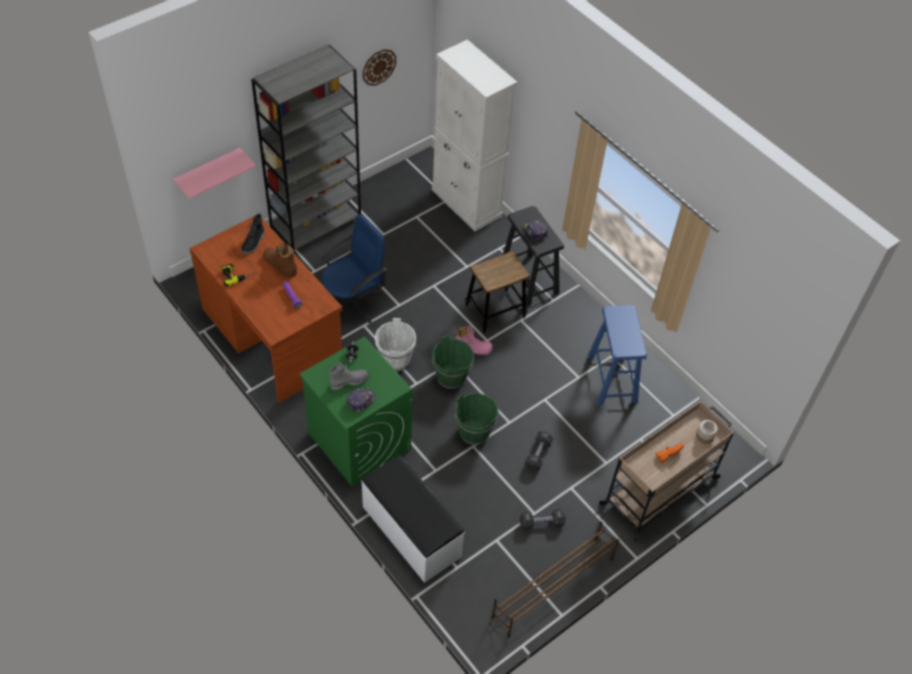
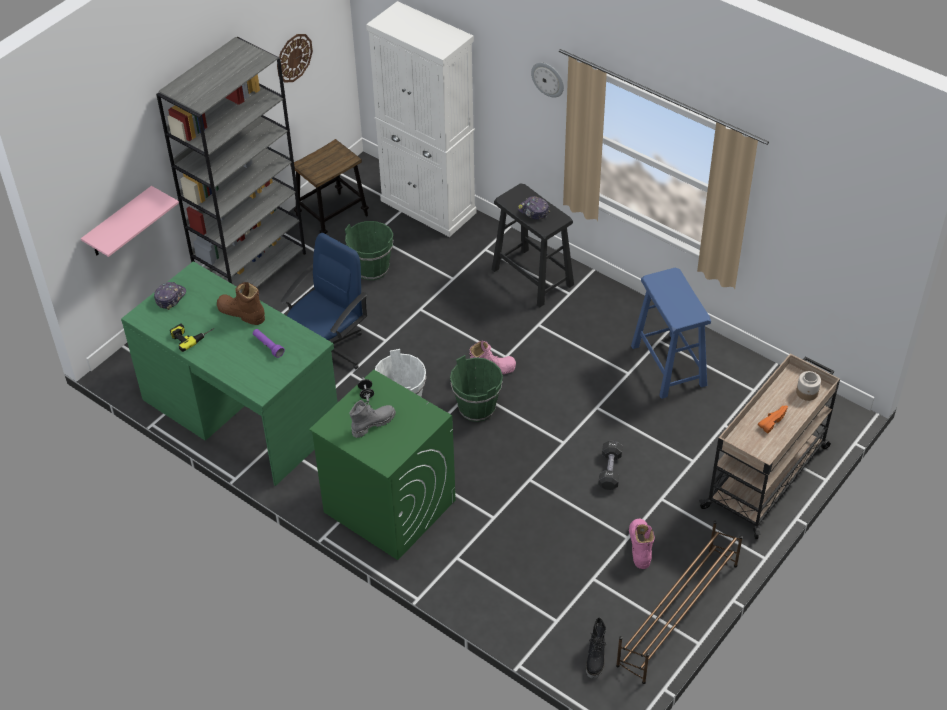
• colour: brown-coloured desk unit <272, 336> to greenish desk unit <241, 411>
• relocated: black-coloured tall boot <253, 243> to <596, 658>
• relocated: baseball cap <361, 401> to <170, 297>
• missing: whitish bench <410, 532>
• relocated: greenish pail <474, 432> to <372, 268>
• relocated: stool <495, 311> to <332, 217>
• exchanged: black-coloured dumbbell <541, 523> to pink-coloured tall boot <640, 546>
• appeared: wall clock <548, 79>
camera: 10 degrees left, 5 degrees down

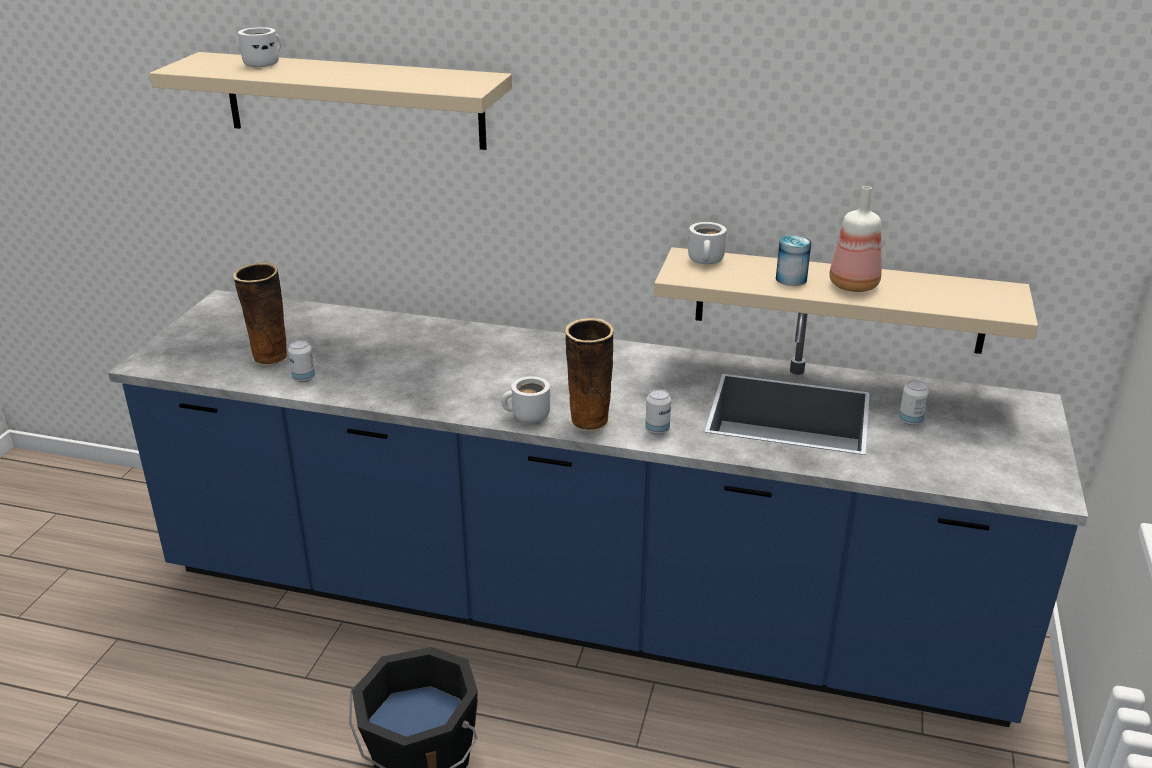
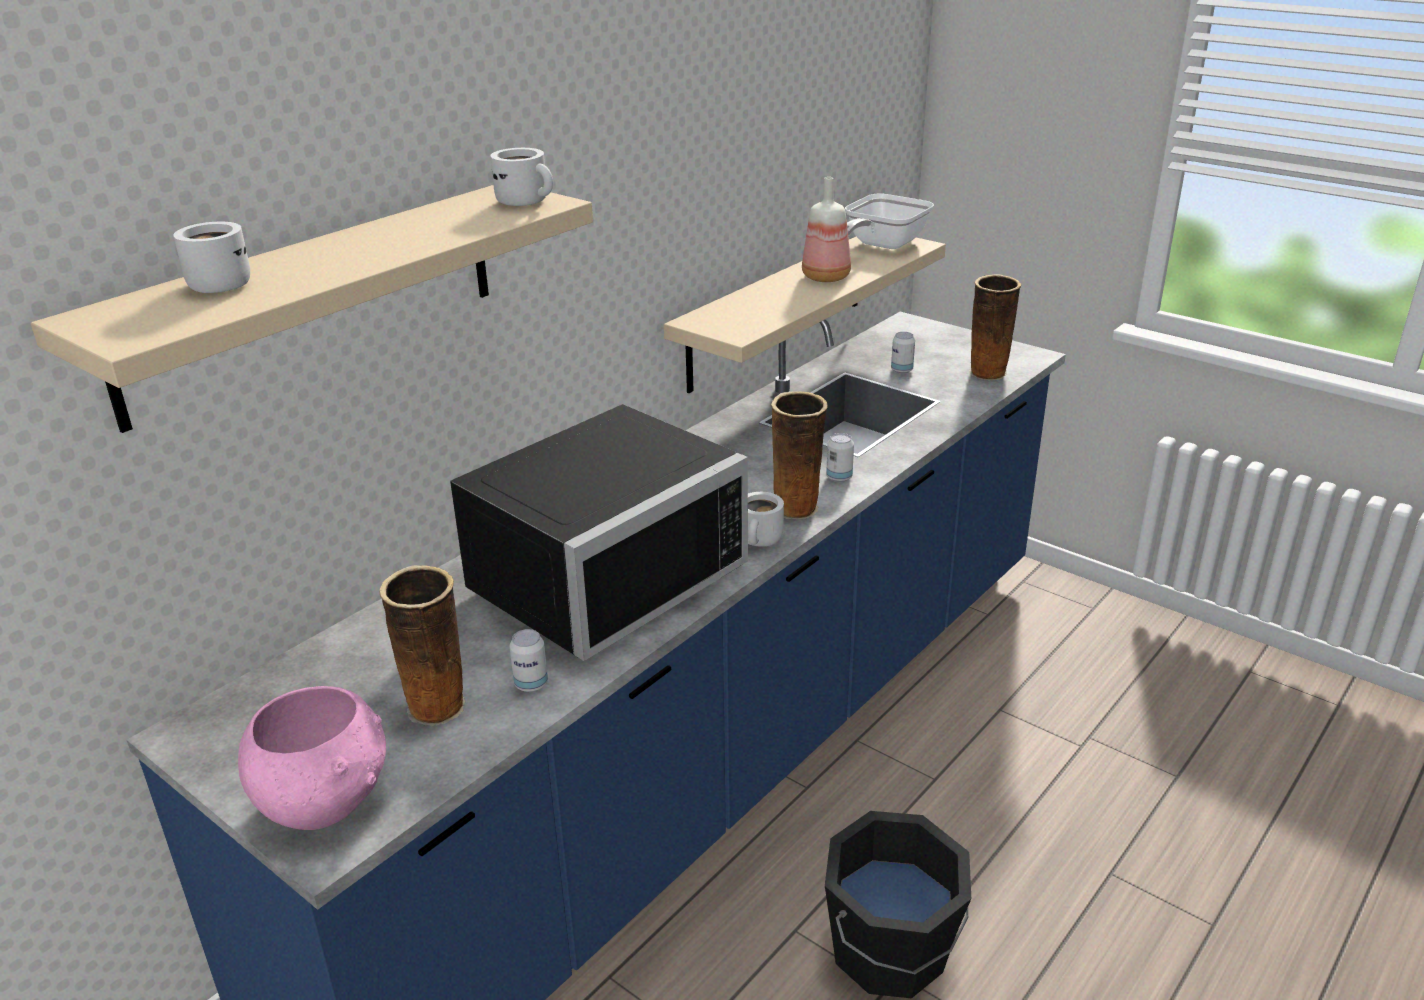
• relocated: whitish coffee mug <707, 261> to <527, 202>
• missing: metal can <791, 279>
• appeared: pink-coloured serving bowl <325, 802>
• appeared: black-coloured microwave oven <596, 573>
• appeared: pan <881, 245>
• appeared: vase <988, 373>
camera: 65 degrees left, 0 degrees up

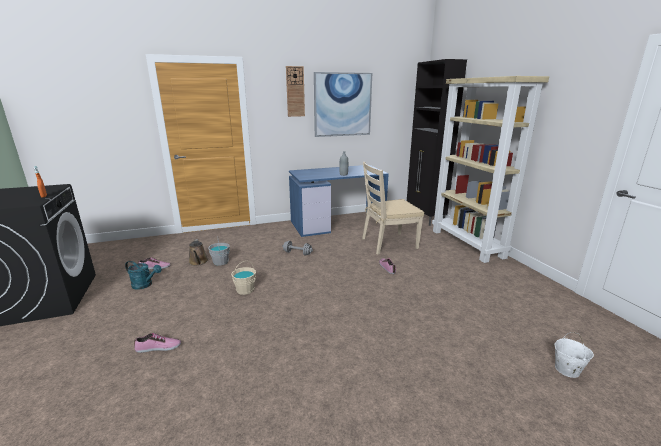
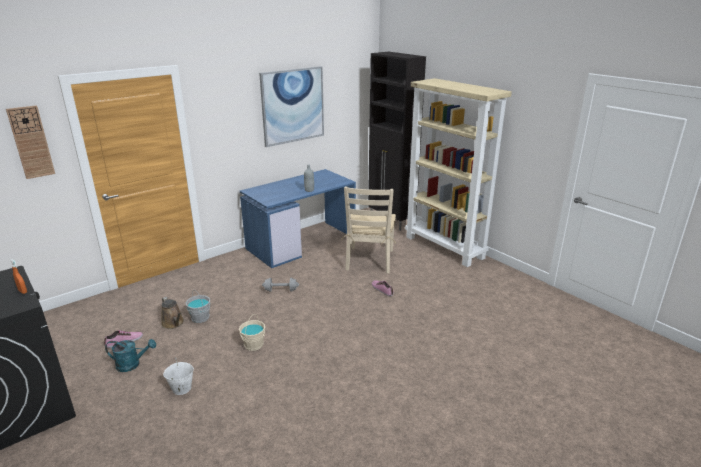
• missing: shoe <158, 348>
• relocated: wall clock <295, 91> to <31, 142>
• spun: sand-coloured chair <388, 243> = <369, 260> 45 degrees counterclockwise
• relocated: whitish pail <566, 370> to <181, 388>
camera: 20 degrees left, 5 degrees up

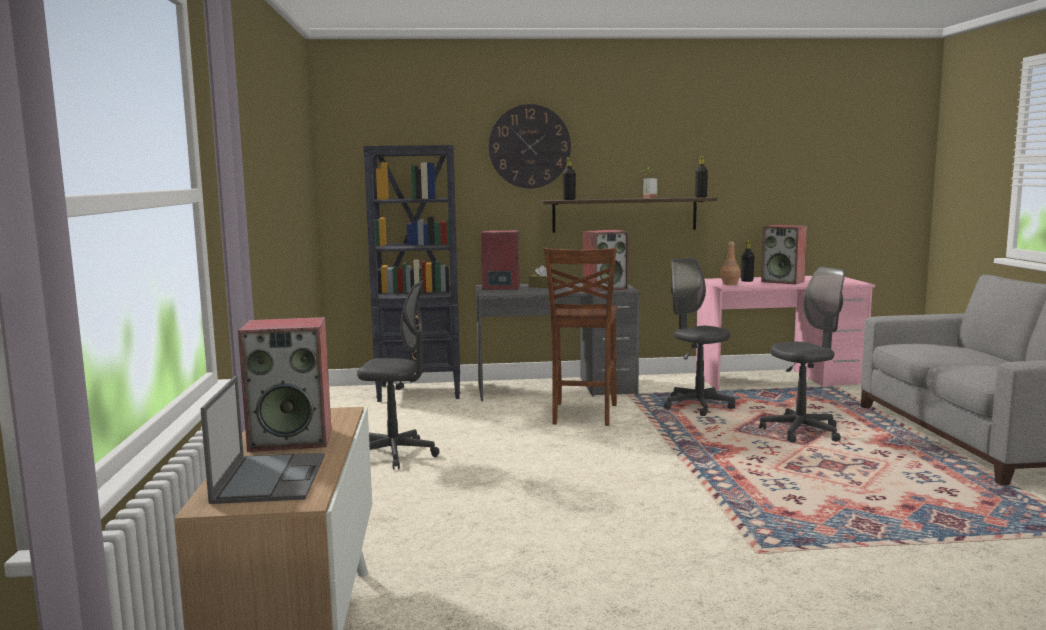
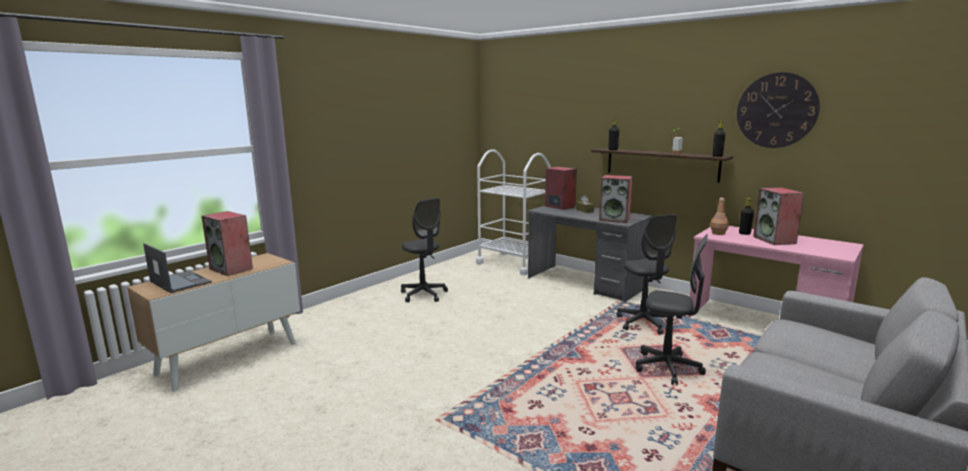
• spun: portable computer <270, 478> = <180, 282> 90 degrees counterclockwise
• exchanged: black-coloured bookshelf <420, 392> to whitish trolley <513, 263>
• relocated: wall clock <529, 146> to <776, 110>
• missing: brown-coloured chair <582, 415>
• spun: gray desk chair <697, 406> = <643, 323> 150 degrees clockwise
camera: 45 degrees right, 5 degrees up

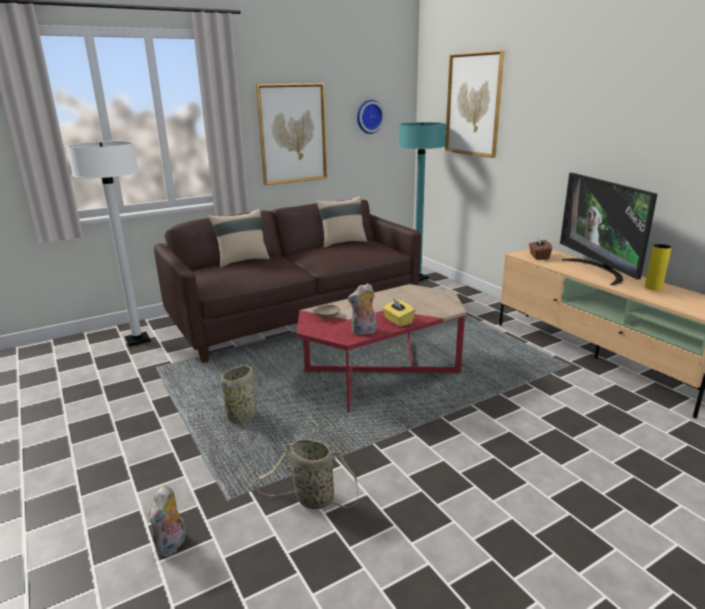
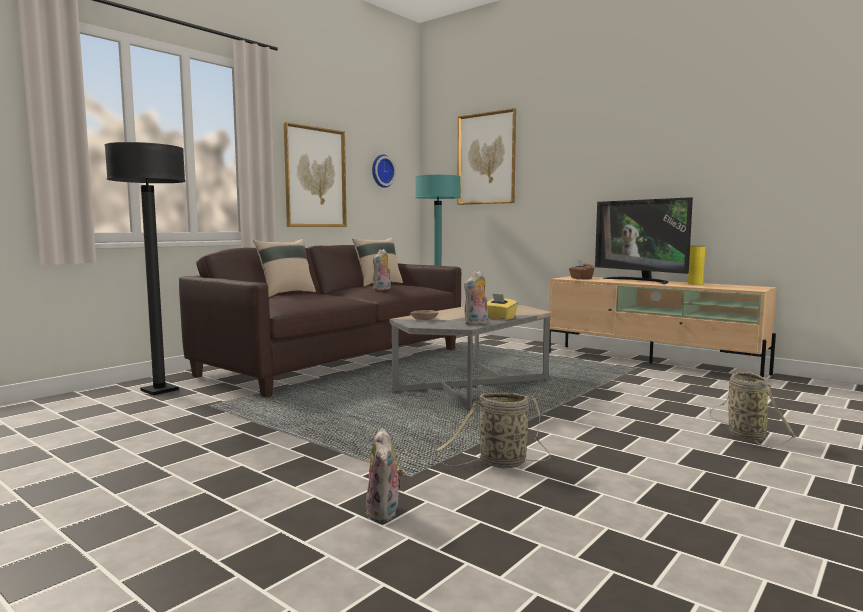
• colour: whitish floor lamp <137, 340> to black-coloured floor lamp <159, 390>
• relocated: basket <243, 415> to <744, 435>
• colour: red-coloured coffee table <381, 372> to gray coffee table <472, 386>
• appeared: soft toy <382, 289>
camera: 20 degrees left, 15 degrees down

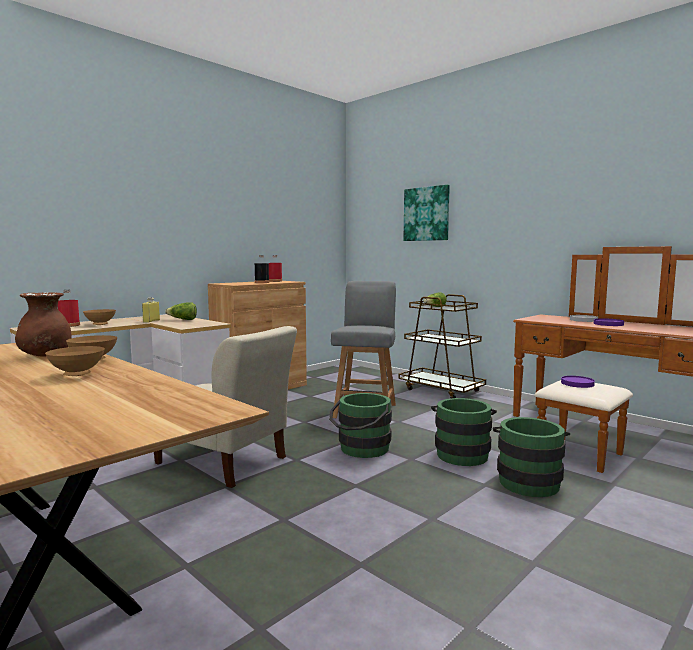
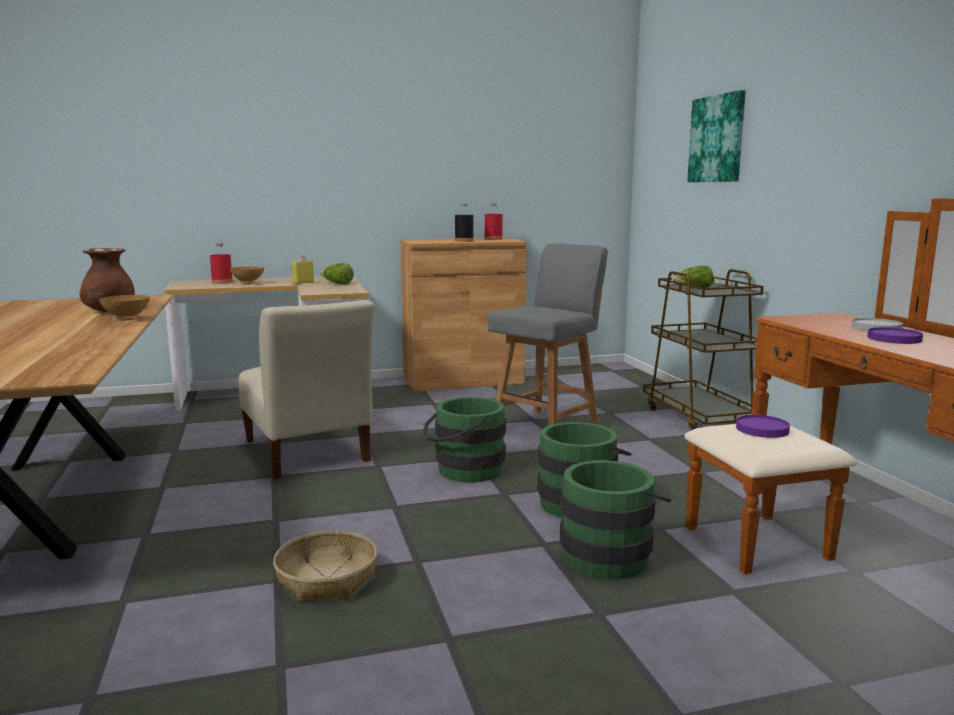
• missing: brown-coloured serving bowl <76, 375>
• appeared: basket <326, 579>
camera: 30 degrees right, 5 degrees up

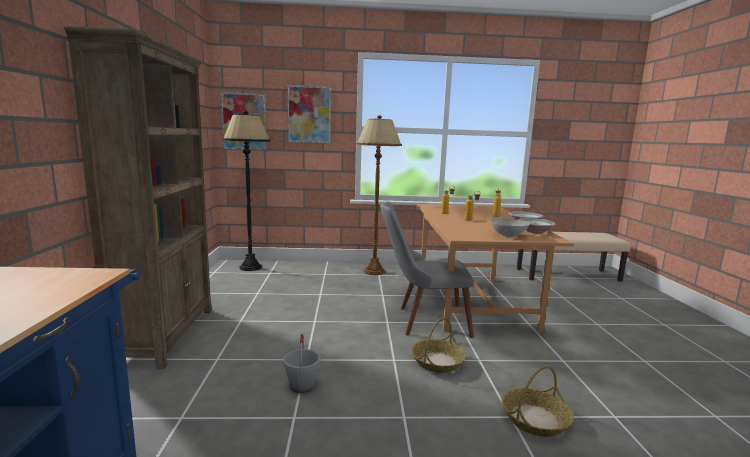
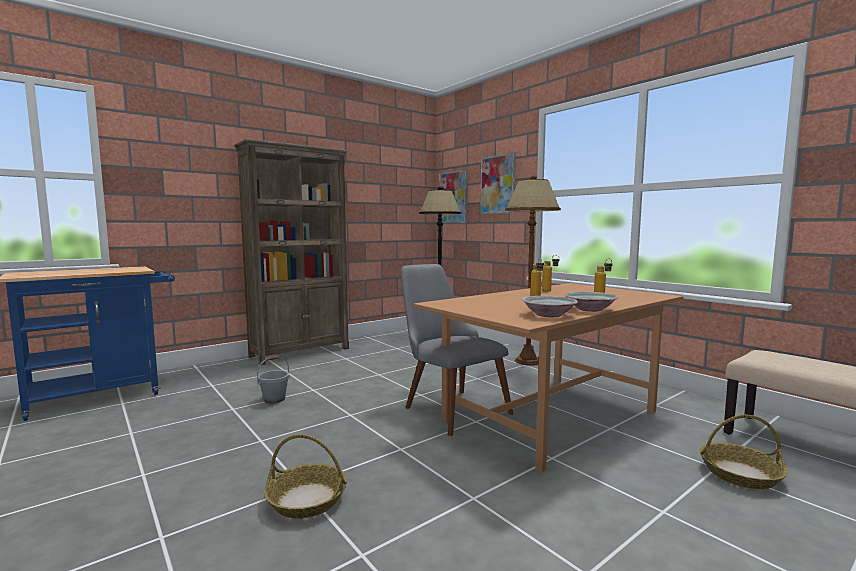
• relocated: basket <437, 361> to <740, 474>
• missing: gray serving bowl <509, 235>
camera: 55 degrees right, 5 degrees down

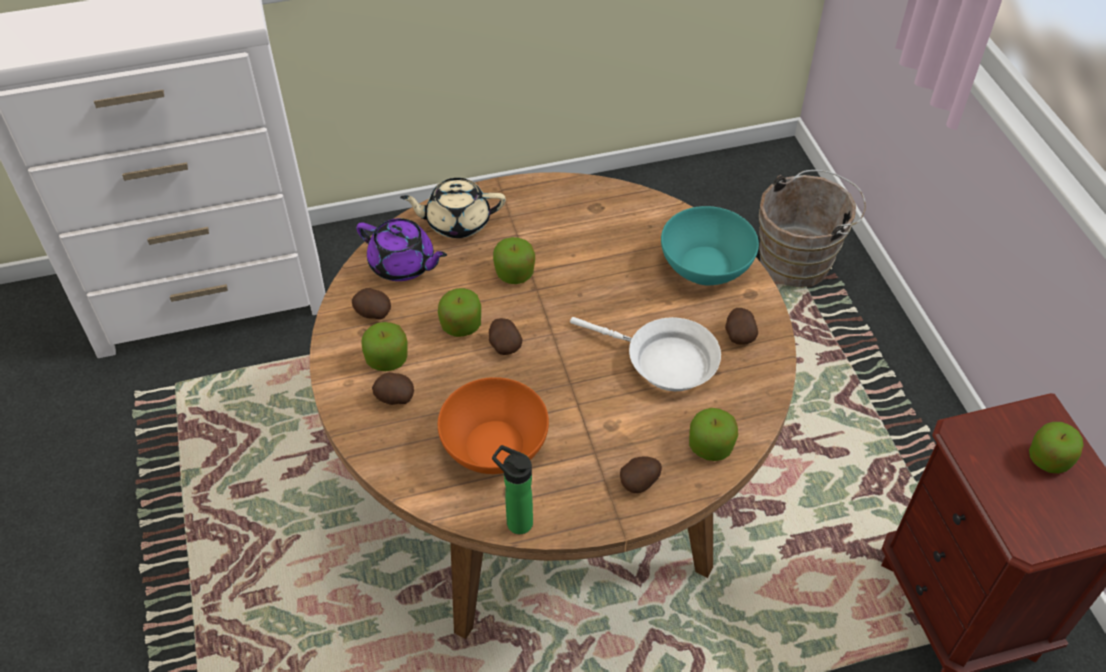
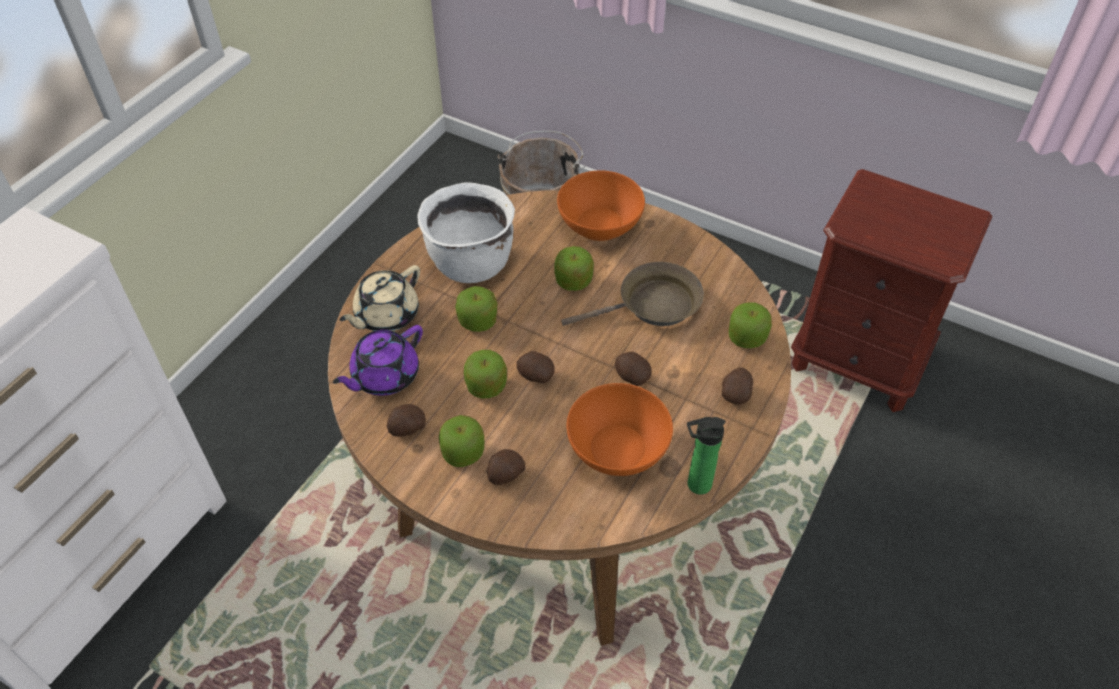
• spun: purplish teapot <403, 265> = <384, 376> 150 degrees clockwise
• colour: whitish pan <664, 361> to brown-coloured pan <653, 305>
• colour: turquoise-coloured serving bowl <705, 266> to orangey serving bowl <599, 224>
• relocated: spud <739, 335> to <631, 377>
• relocated: whole apple <1049, 459> to <573, 281>
• appeared: whitish stockpot <470, 263>
camera: 45 degrees left, 0 degrees up

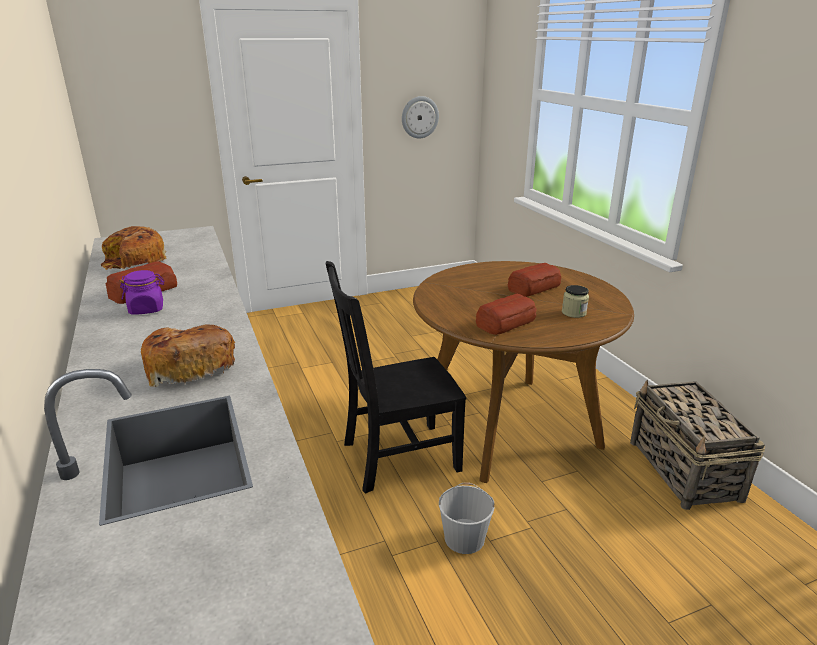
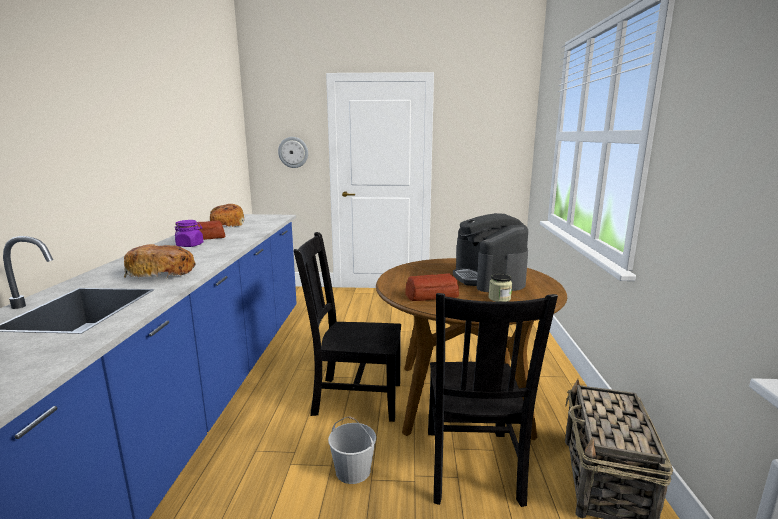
• relocated: wall clock <419, 117> to <293, 152>
• exchanged: baked bread <534, 287> to coffee brewer <488, 278>
• appeared: black-coloured chair <472, 468>
camera: 25 degrees right, 10 degrees down

